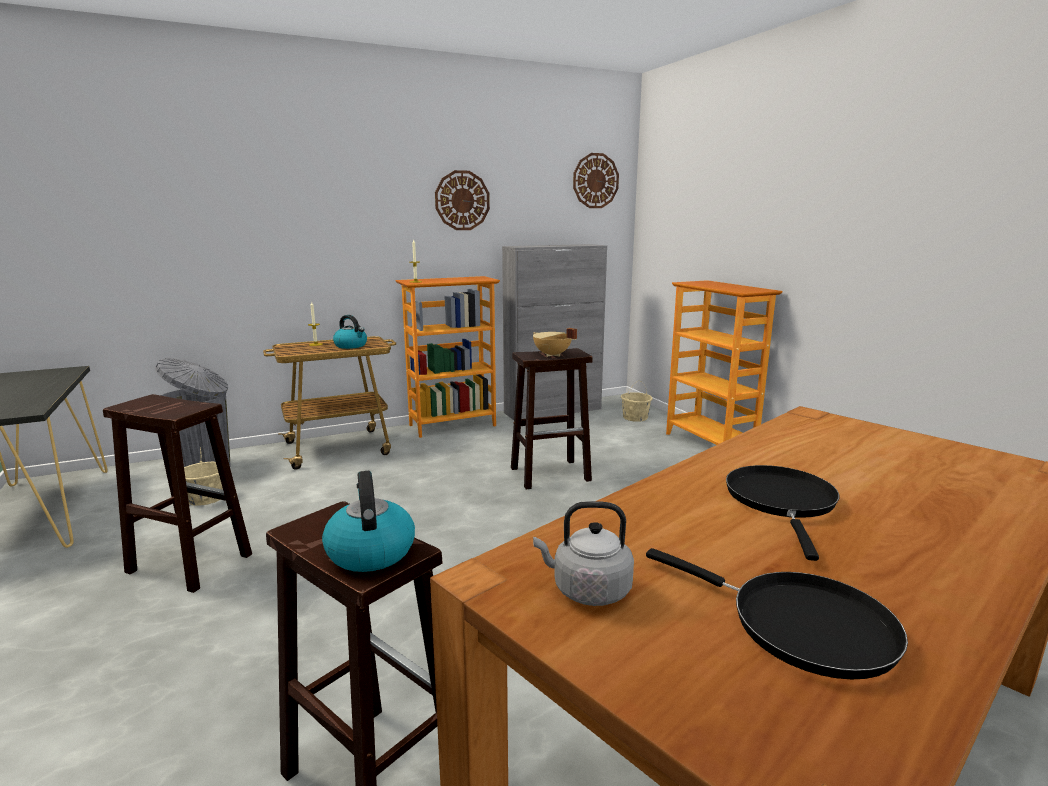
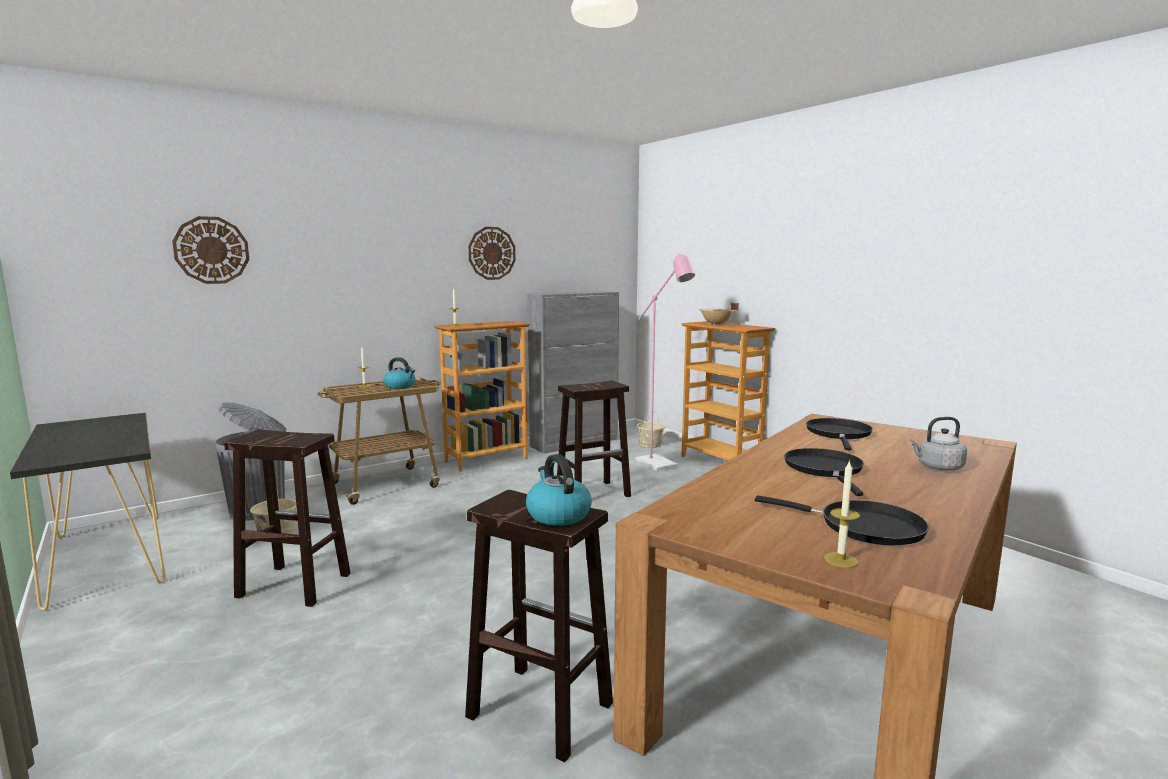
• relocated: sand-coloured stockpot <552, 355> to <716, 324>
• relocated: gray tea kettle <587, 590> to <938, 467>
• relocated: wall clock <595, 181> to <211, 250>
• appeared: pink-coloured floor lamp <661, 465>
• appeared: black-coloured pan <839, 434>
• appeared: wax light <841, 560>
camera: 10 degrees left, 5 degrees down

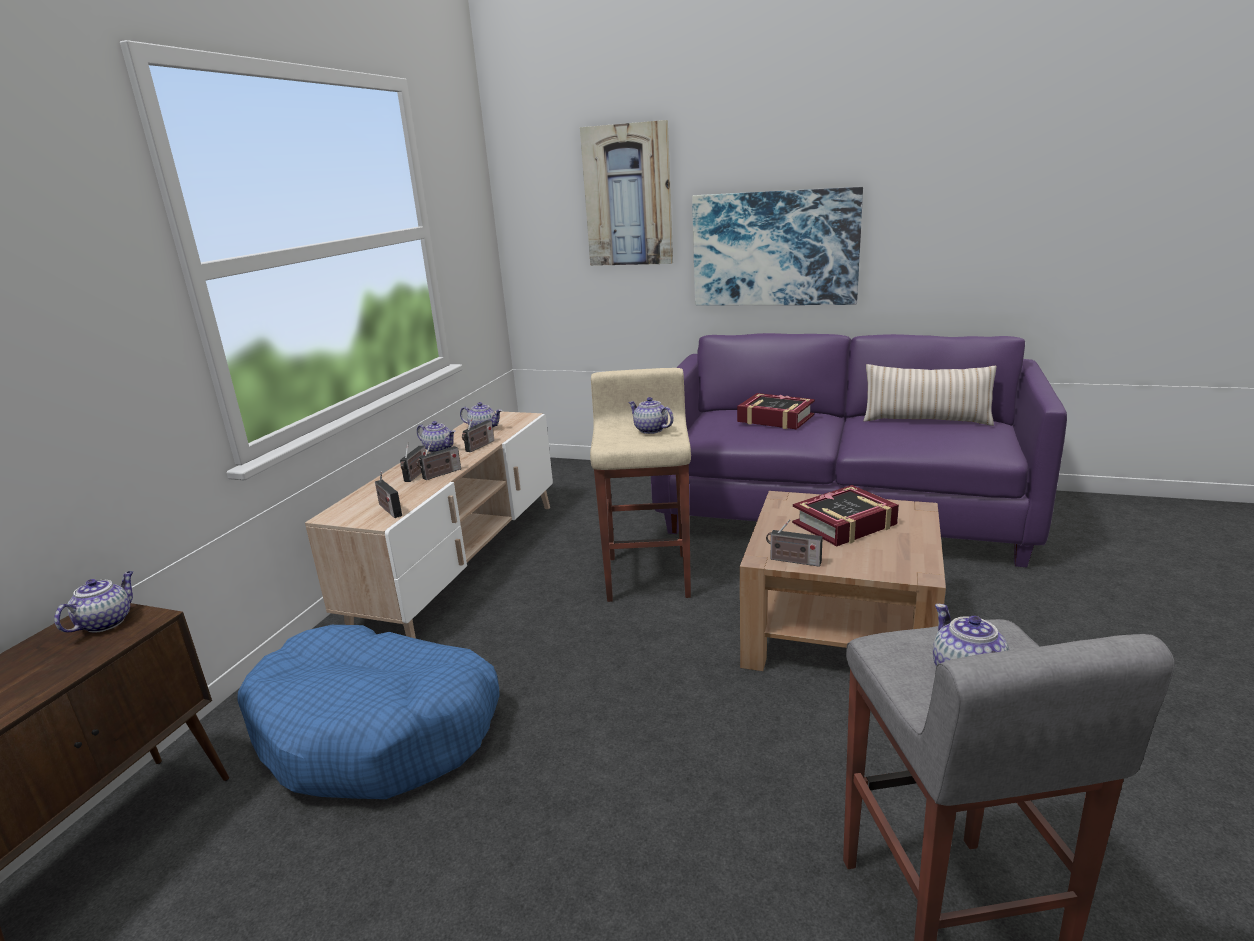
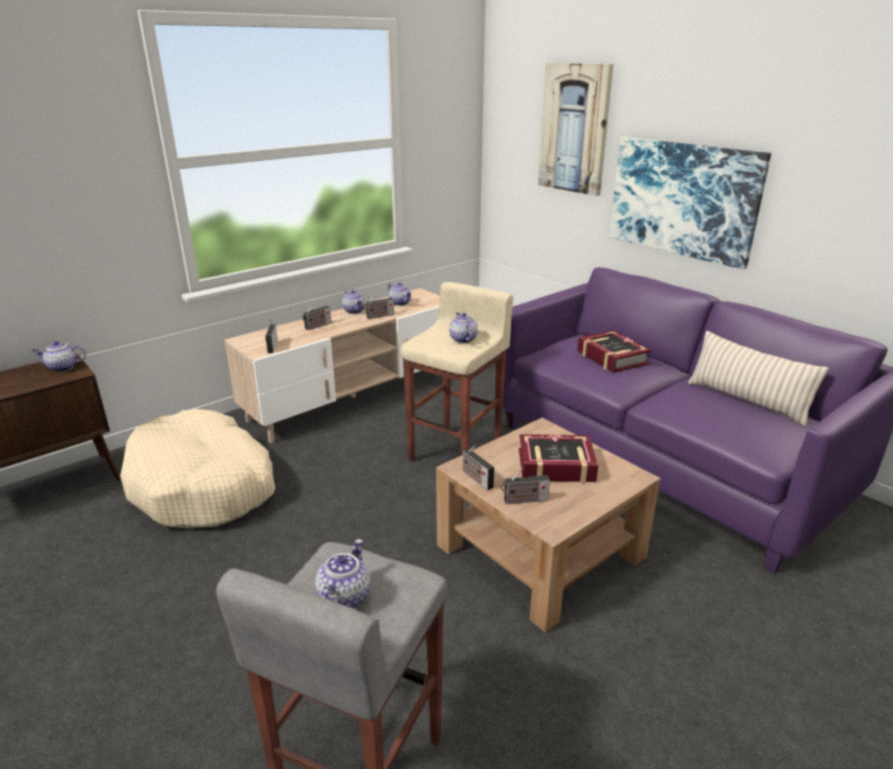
• spun: teapot <106, 622> = <62, 368> 150 degrees counterclockwise
• colour: blue-coloured dog cushion <378, 730> to sand-coloured dog cushion <203, 486>
• relocated: radio receiver <440, 474> to <524, 501>
camera: 30 degrees right, 5 degrees up

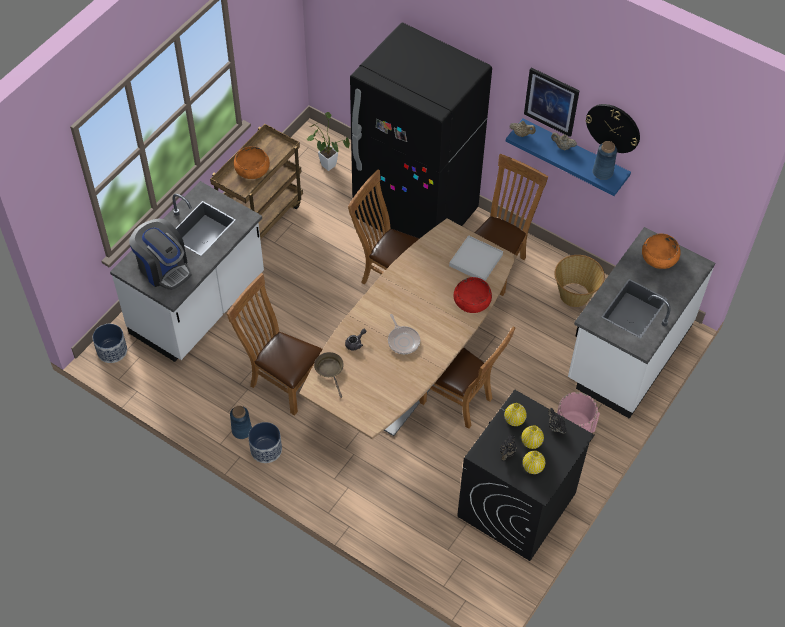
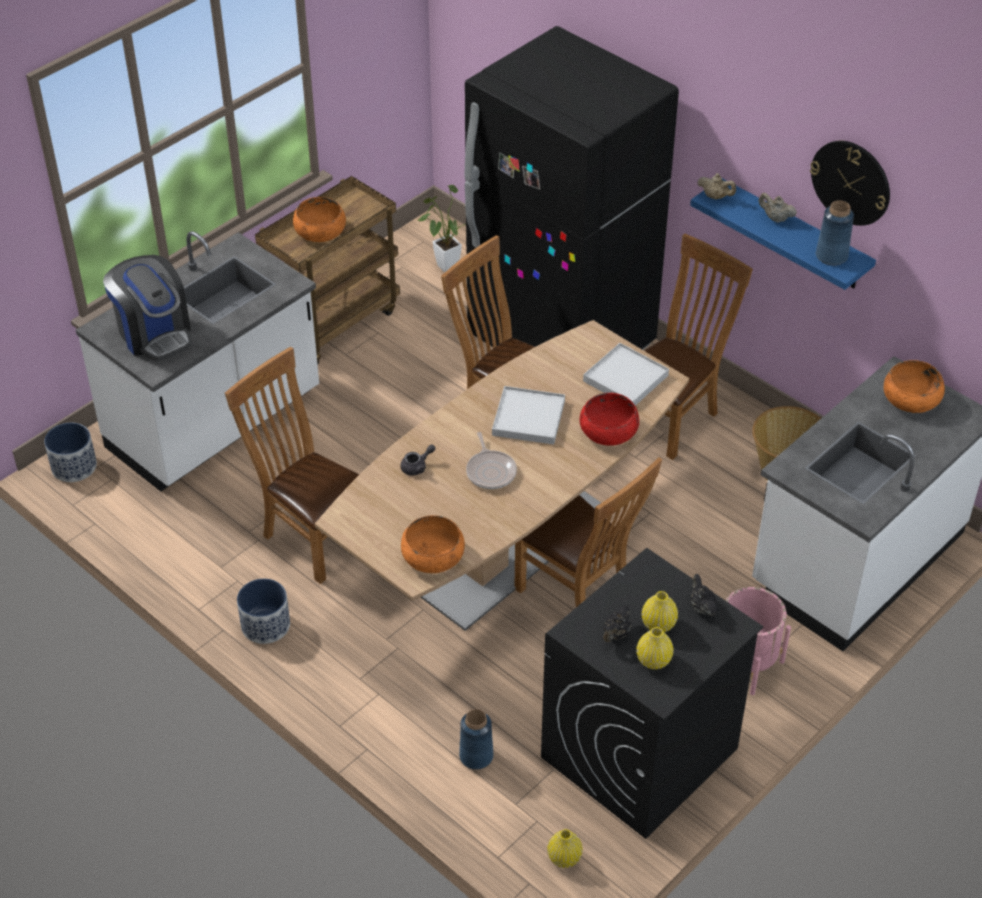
• relocated: blue-coloured vase <242, 431> to <476, 756>
• missing: brown-coloured pan <330, 370>
• relocated: yellow vase <514, 419> to <564, 857>
• missing: wall picture <551, 101>
• appeared: orangey serving bowl <433, 556>
• appeared: whitish tray <528, 418>
camera: 10 degrees right, 10 degrees down

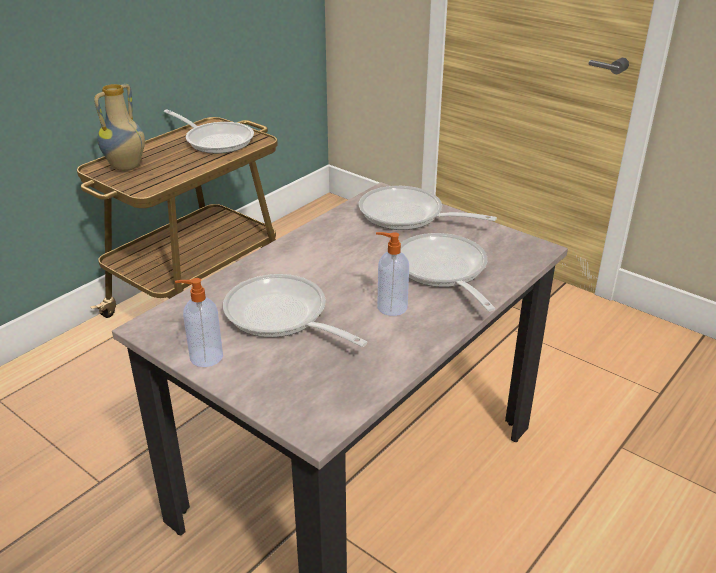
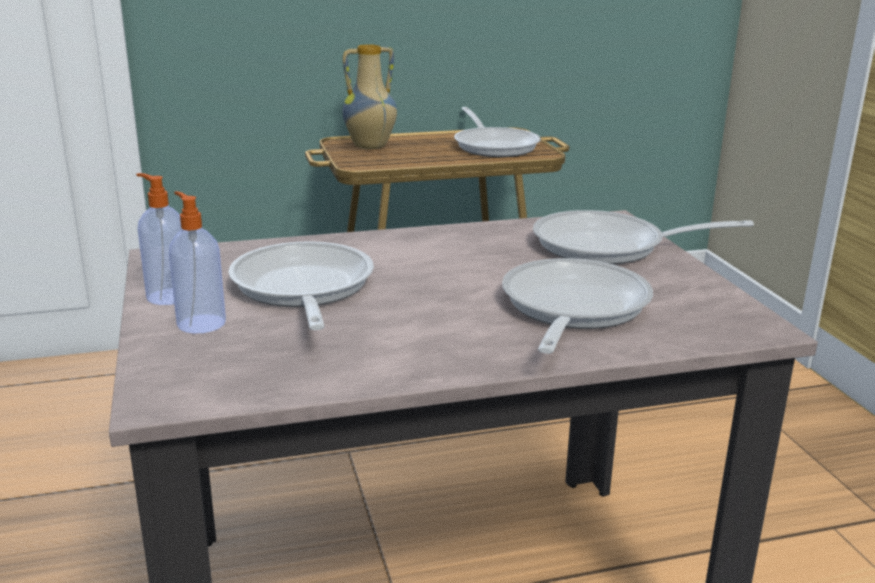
• spun: pan <408, 216> = <610, 246> 60 degrees counterclockwise
• relocated: soap dispenser <391, 307> to <200, 323>
camera: 35 degrees right, 10 degrees down

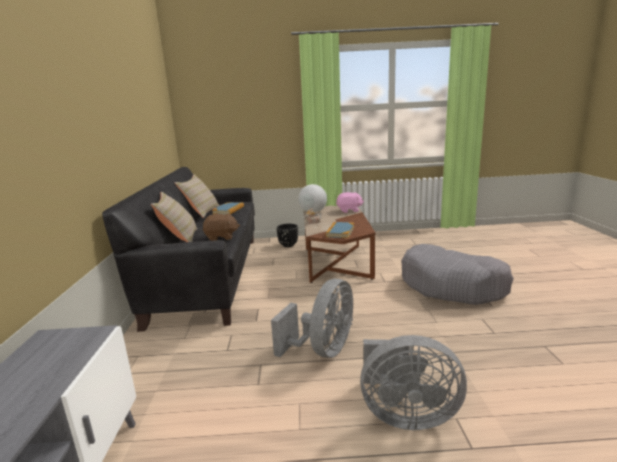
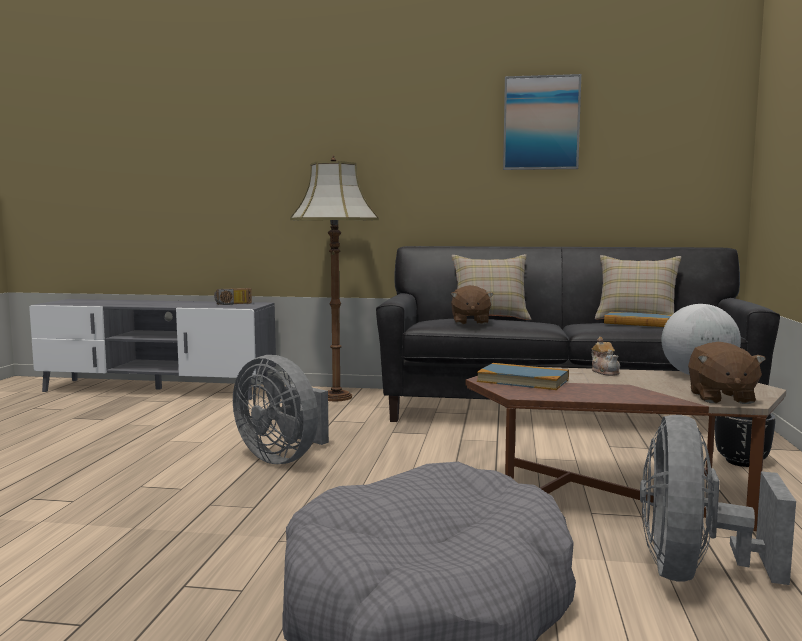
• colour: pink-coloured soft toy <349, 210> to brown-coloured soft toy <720, 397>
• relocated: gray cooling fan <405, 414> to <694, 572>
• appeared: radio receiver <233, 304>
• appeared: floor lamp <336, 397>
• appeared: wall picture <541, 123>
camera: 100 degrees right, 10 degrees down

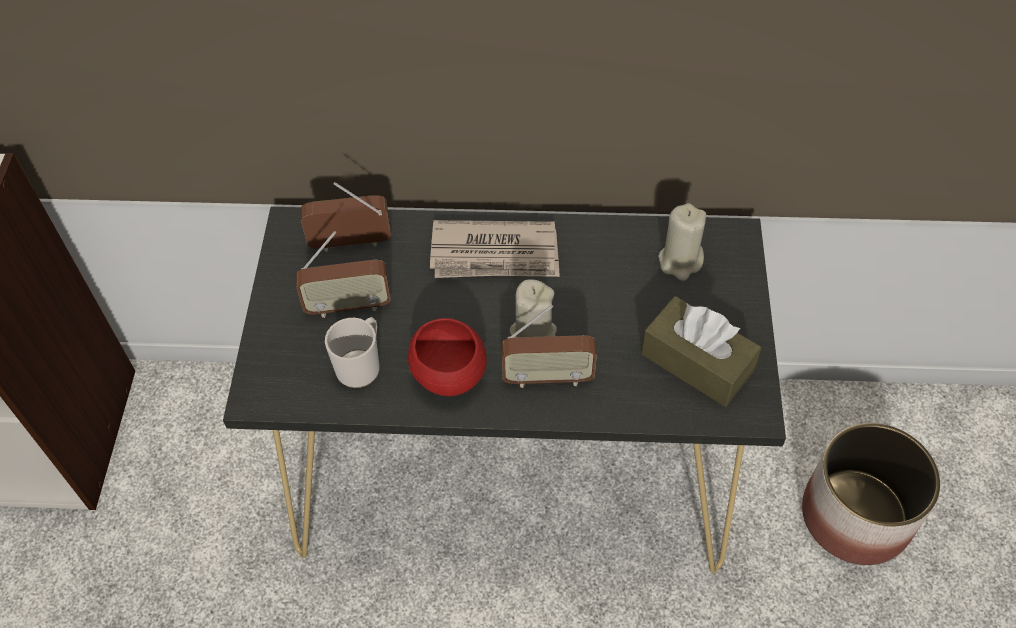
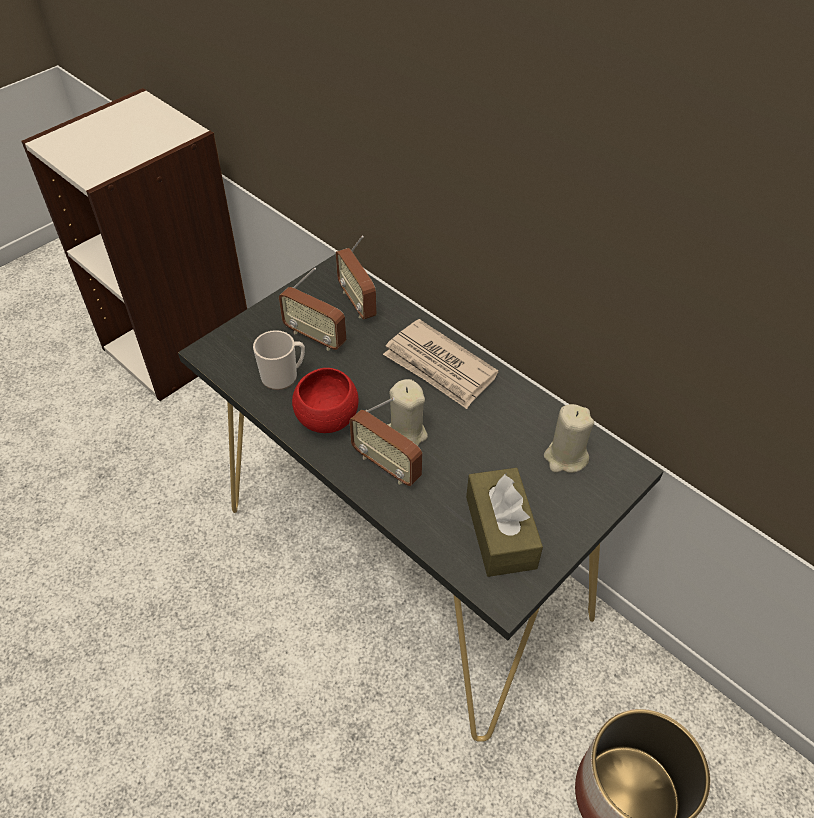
• spun: radio receiver <350, 243> = <357, 302> 150 degrees counterclockwise
camera: 40 degrees right, 5 degrees down

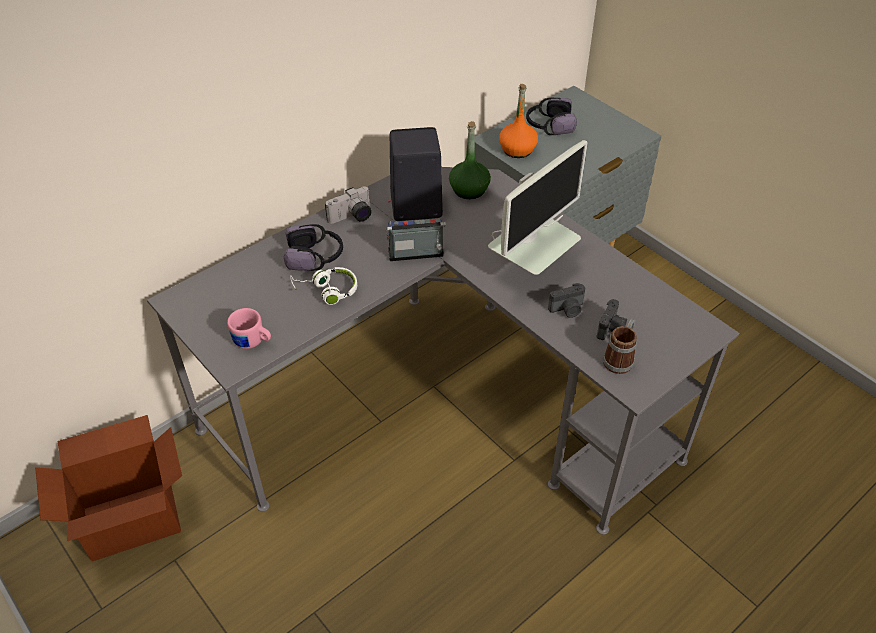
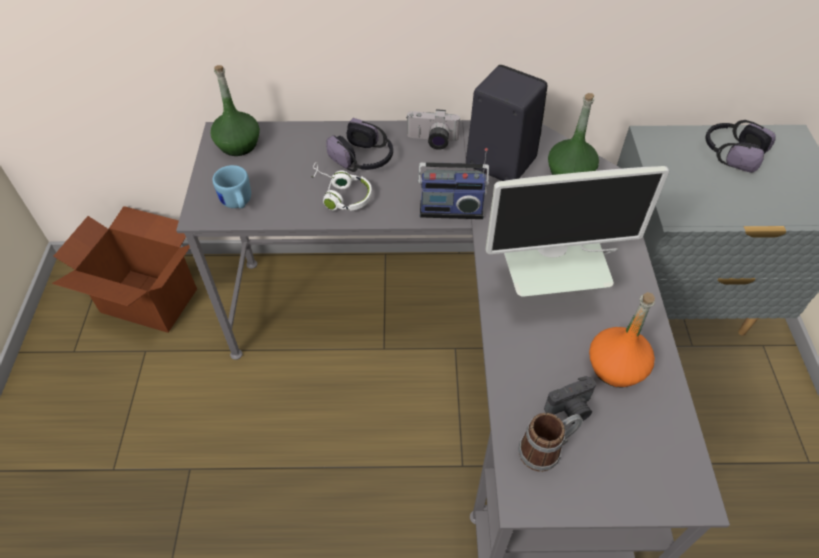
• colour: pink-coloured coffee mug <253, 342> to blue-coloured coffee mug <237, 203>
• spun: radio receiver <416, 255> = <451, 208> 150 degrees clockwise
• relocated: orangey bottle <517, 149> to <616, 367>
• missing: still camera <567, 310>
• appeared: greenish bottle <238, 144>
camera: 40 degrees right, 5 degrees up

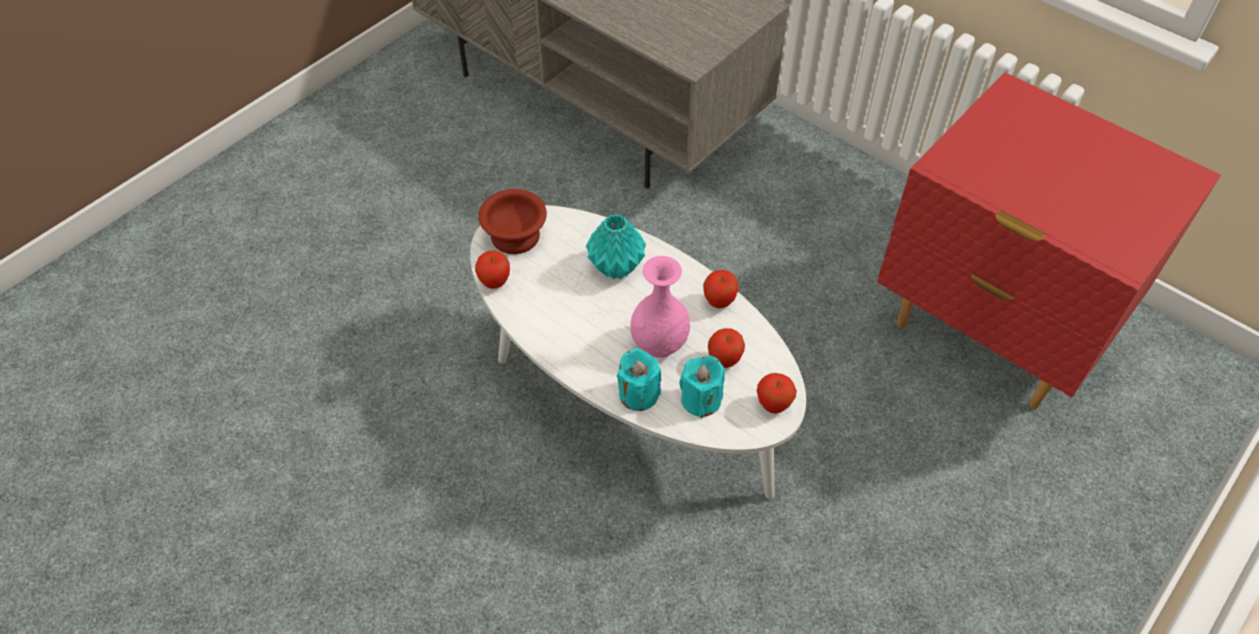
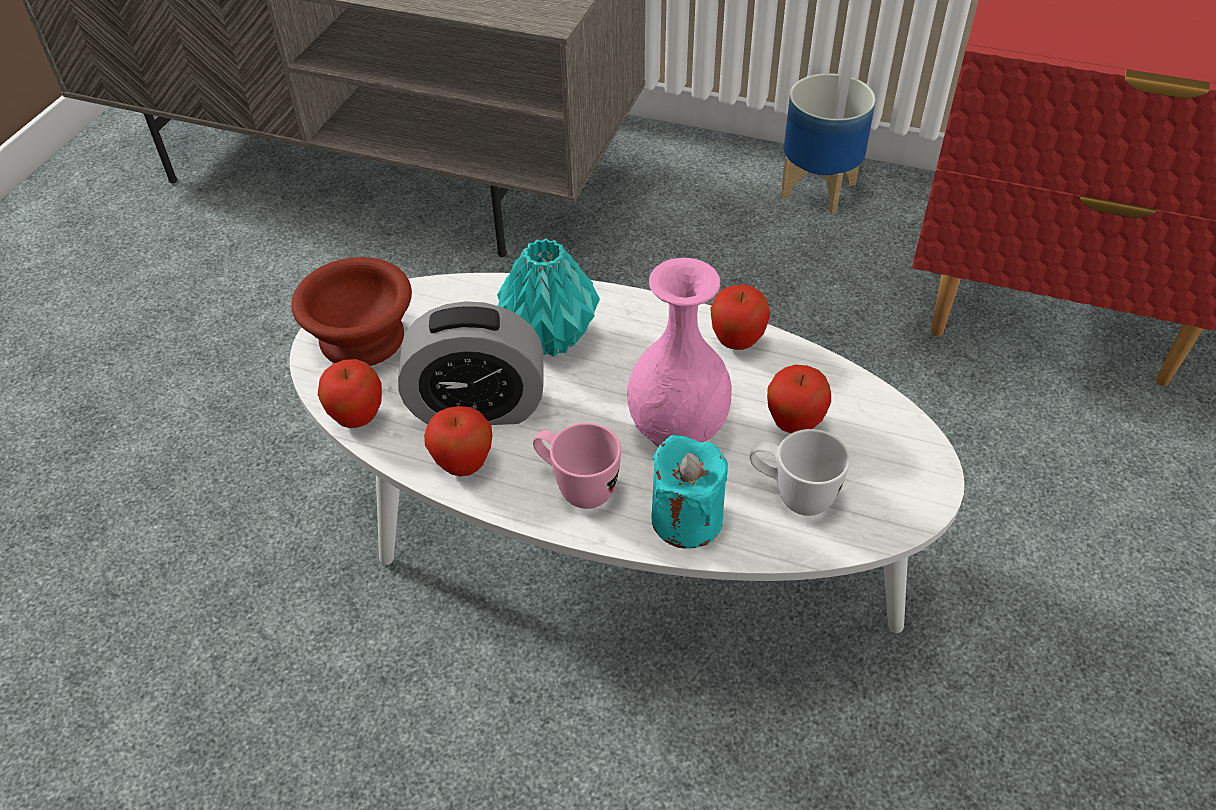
• exchanged: turquoise-coloured wax light <701, 400> to whitish coffee mug <792, 495>
• relocated: whole apple <773, 405> to <463, 465>
• appeared: alarm clock <477, 407>
• appeared: pink-coloured coffee mug <576, 487>
• appeared: planter <819, 190>
camera: 20 degrees left, 5 degrees down

